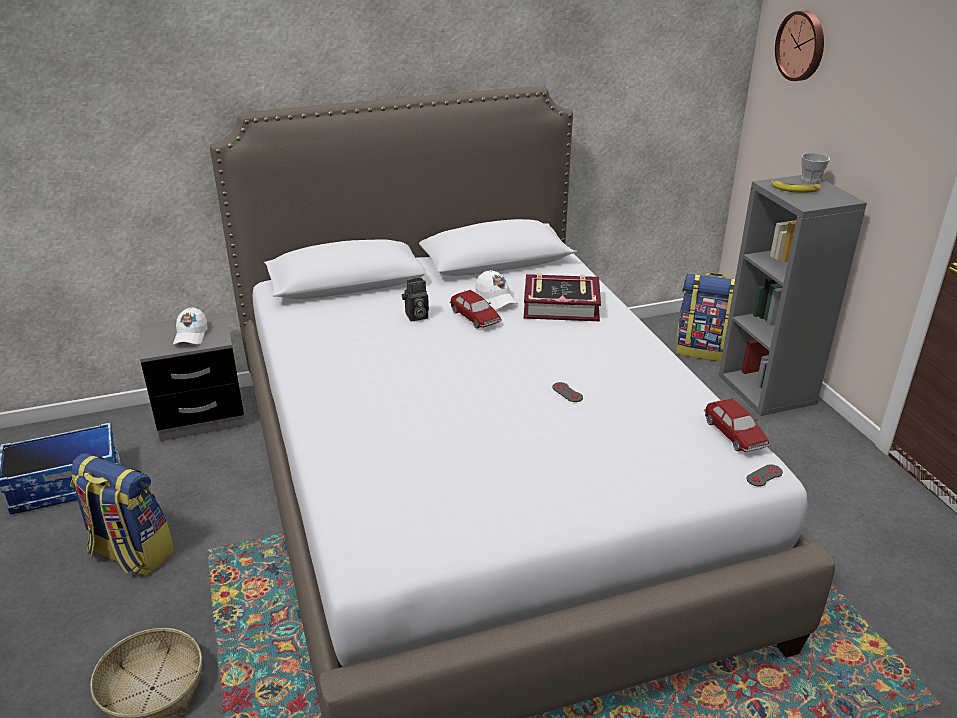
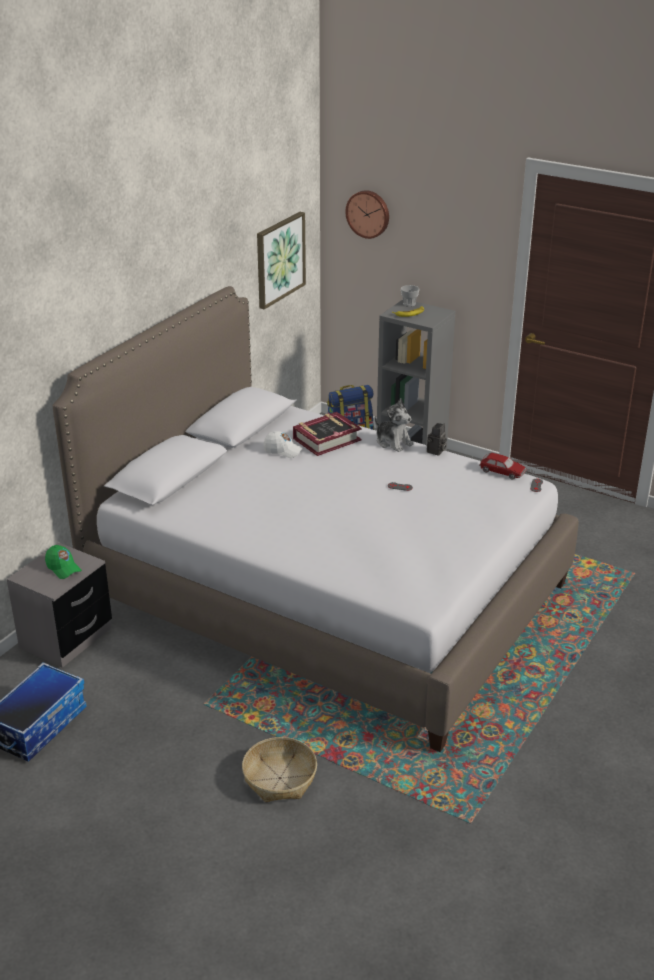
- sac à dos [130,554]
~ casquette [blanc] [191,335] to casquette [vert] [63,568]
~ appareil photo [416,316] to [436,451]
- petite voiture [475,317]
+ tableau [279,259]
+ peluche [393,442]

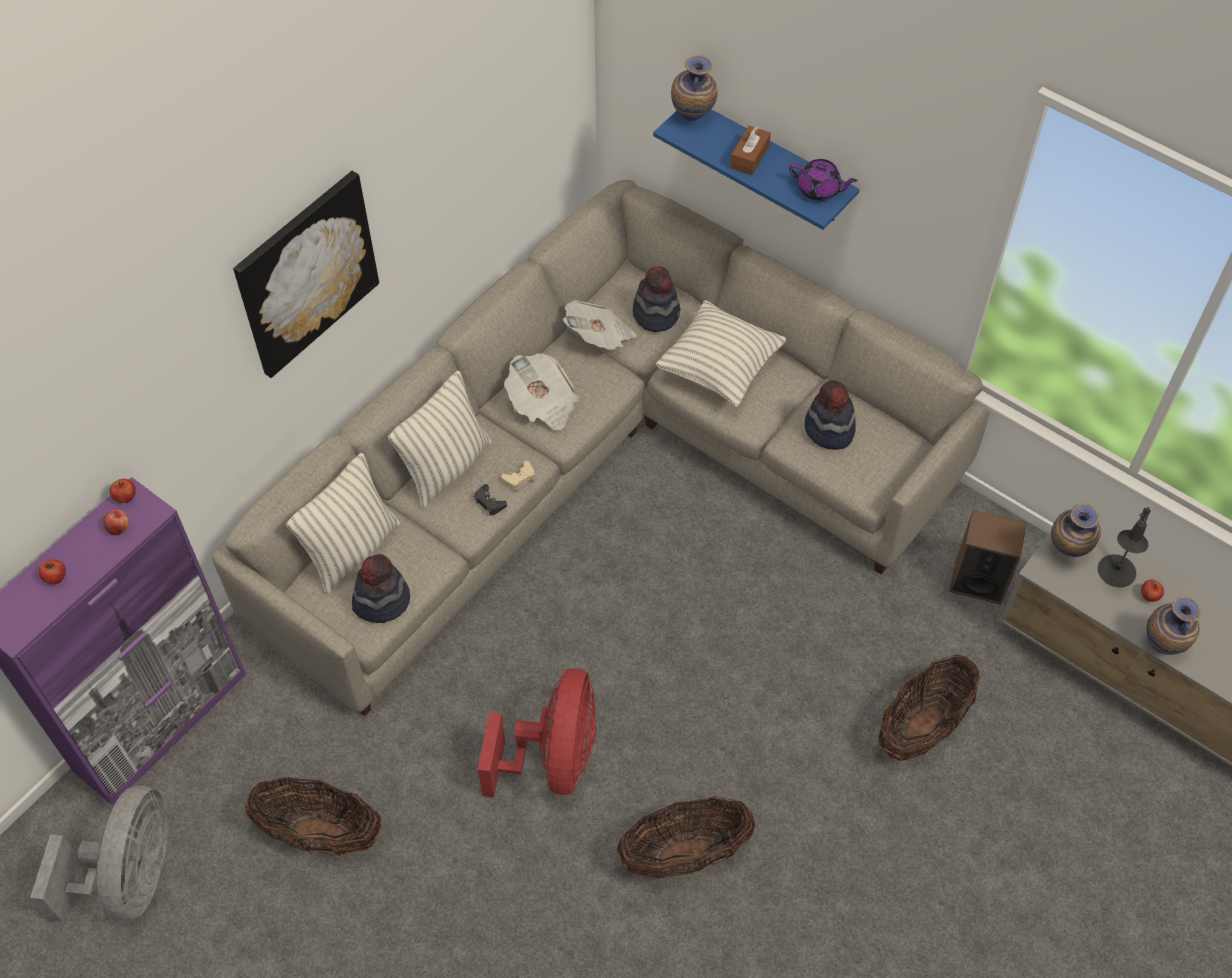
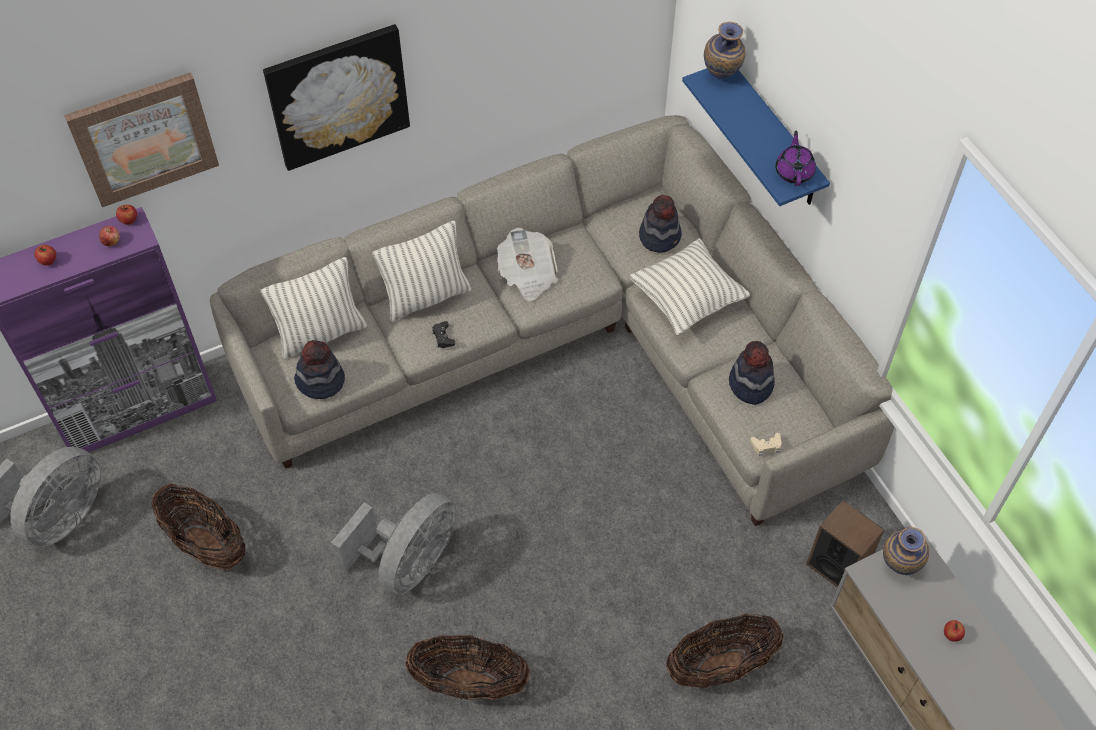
~ ventilateur [rouge] [554,759] to ventilateur [gris] [408,563]
~ manette [beige] [519,478] to [766,446]
- journal [600,337]
- boîte à mouchoirs [marron] [749,157]
~ théière [violet] [819,190] = [794,171] 135 degrees counterclockwise
- lampe de table [noir] [1114,575]
- vase [1162,647]
+ tableau [143,138]

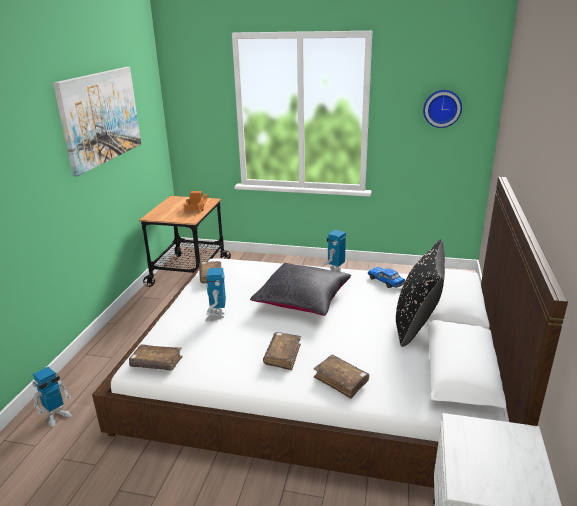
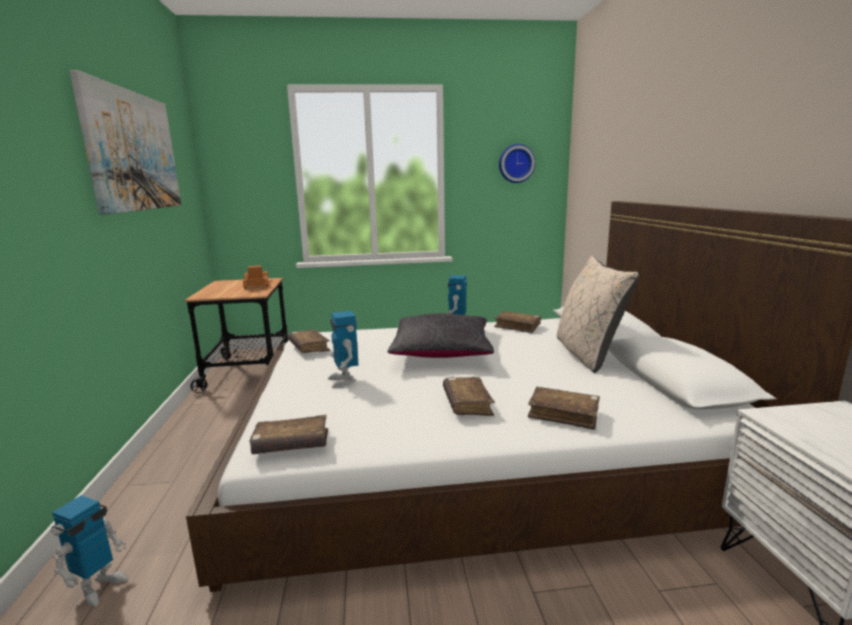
~ petite voiture [386,281] to livre [marron] [517,326]
~ coussin [noir] [416,325] to coussin [beige] [587,354]

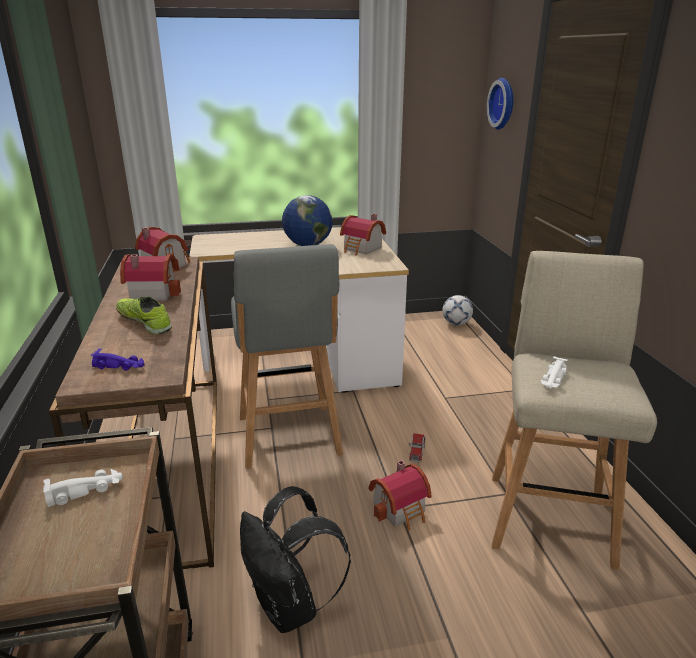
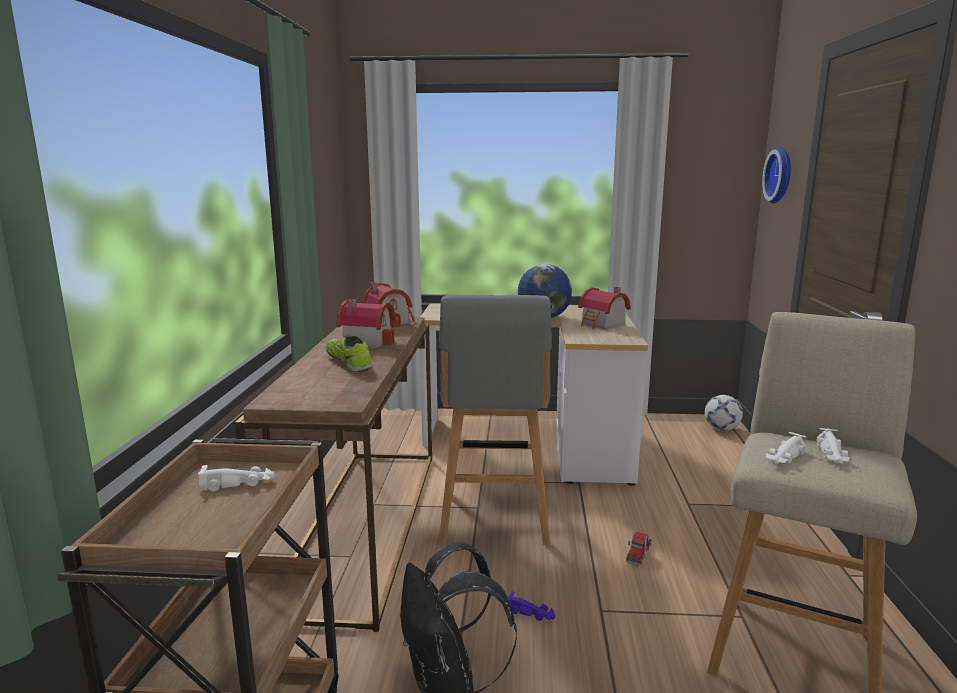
~ petite voiture [violet] [120,366] to [531,613]
- maison miniature [402,509]
+ petite voiture [blanc] [831,454]

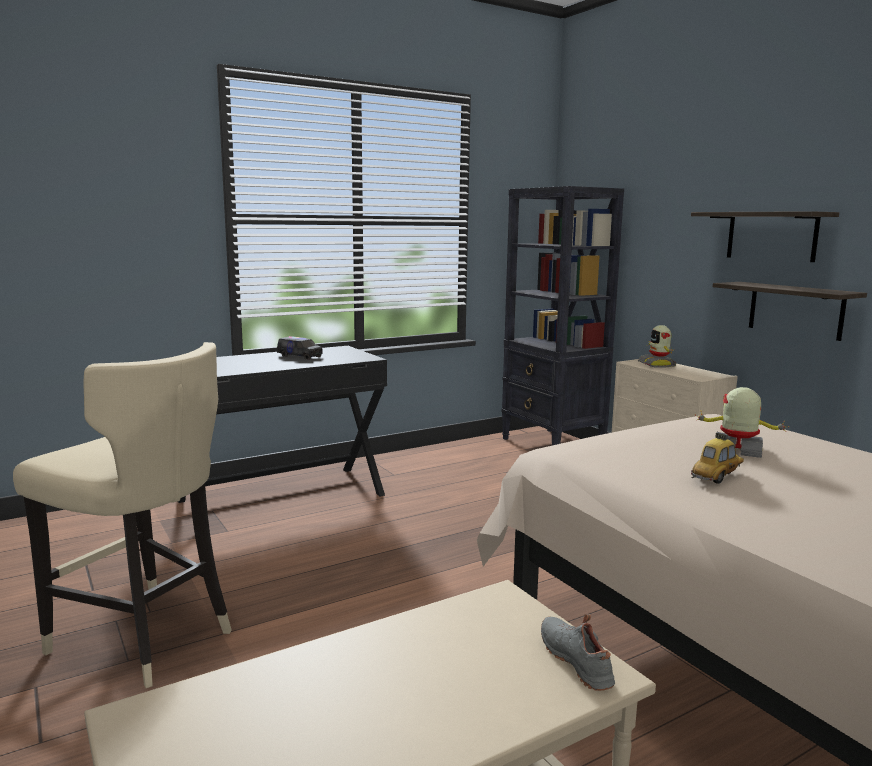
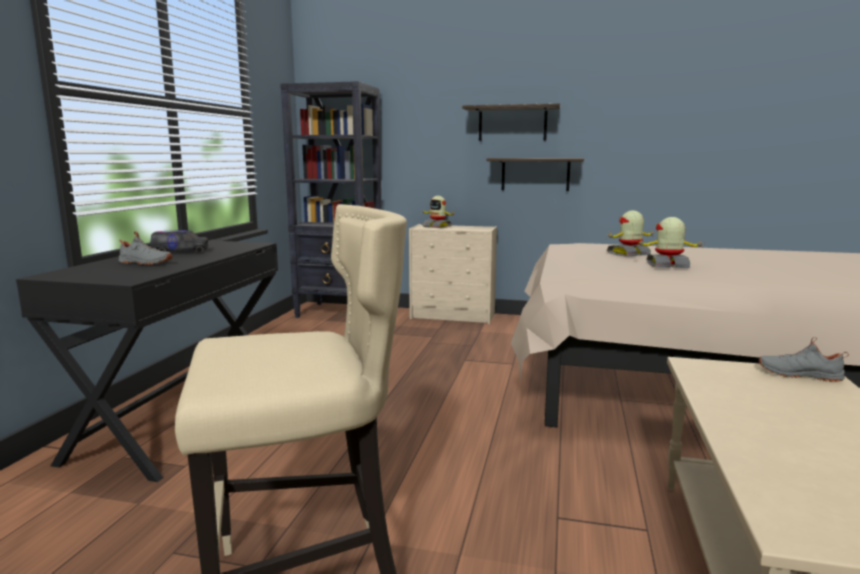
~ petite voiture [717,477] to robot jouet [667,265]
+ chaussure [gris] [144,263]

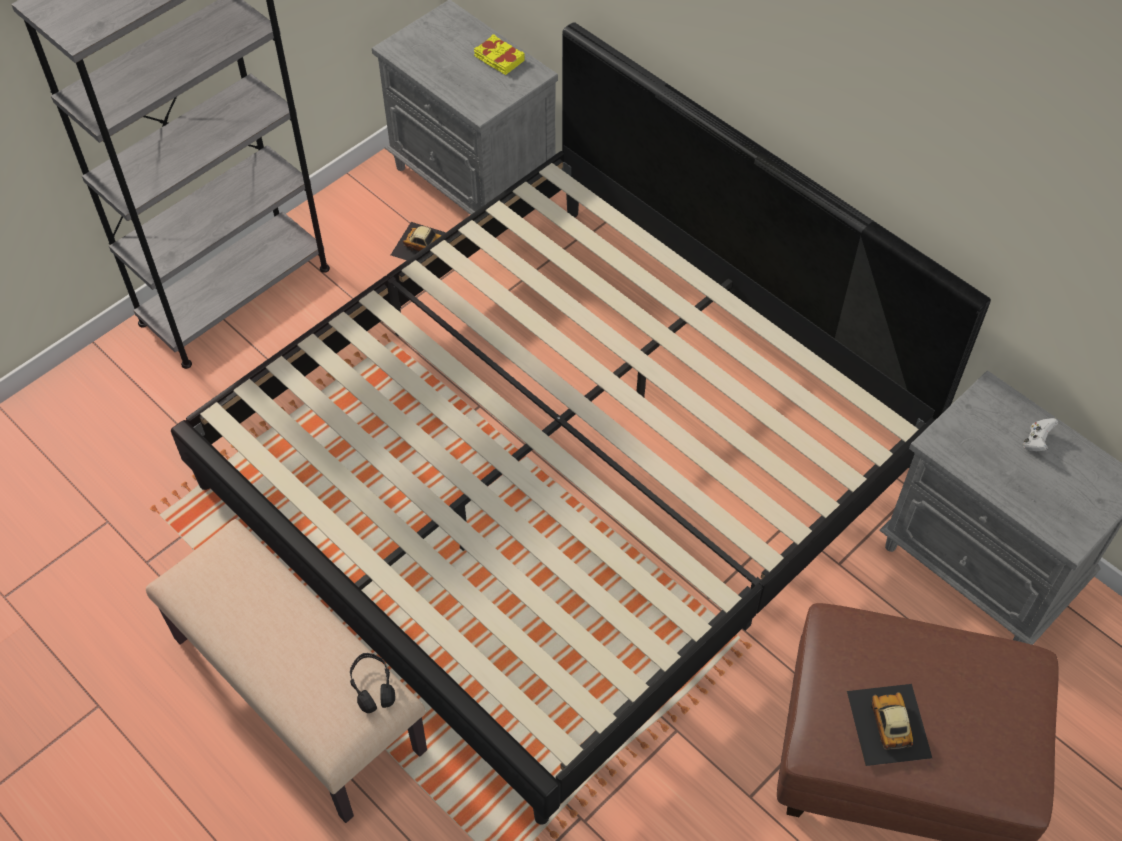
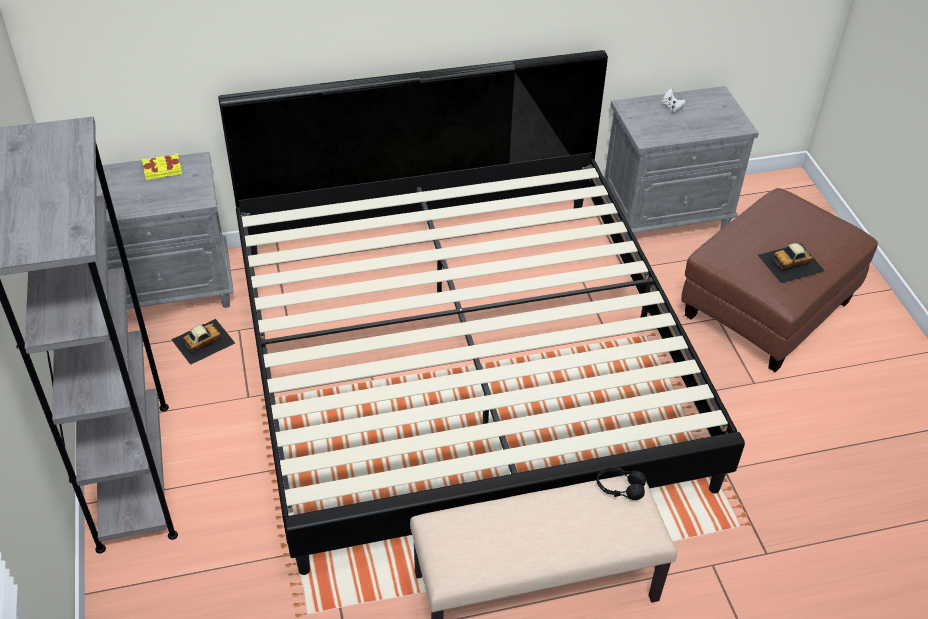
~ petite voiture [888,724] = [791,263] 45 degrees counterclockwise

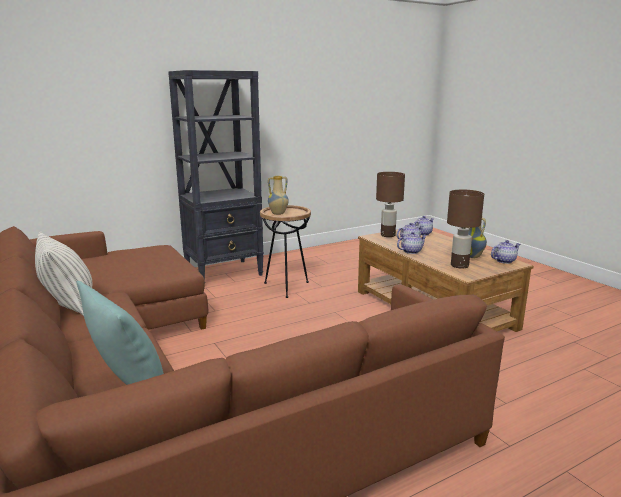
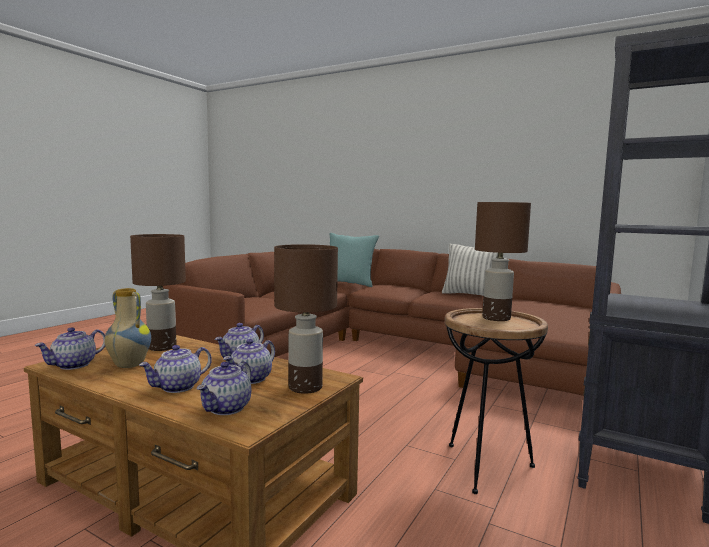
~ vase [278,214] to lampe de table [marron] [495,318]
+ théière [177,387]

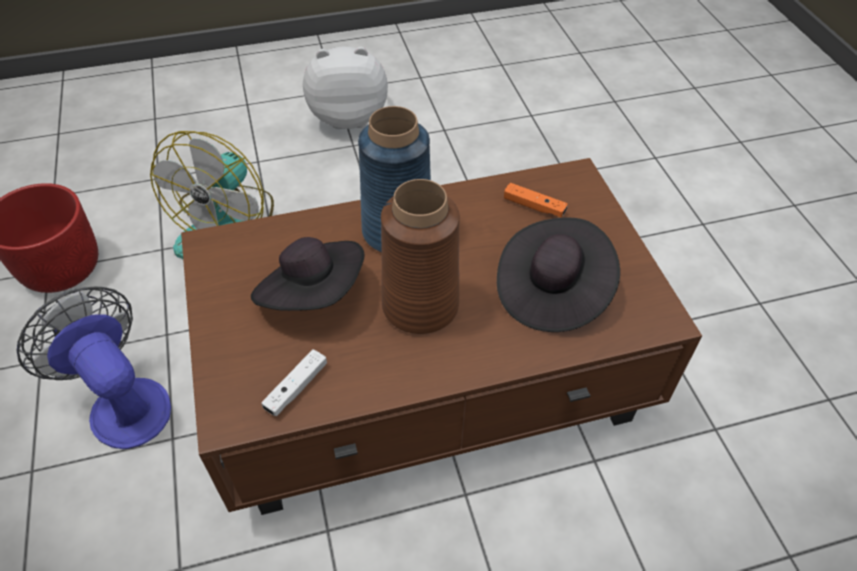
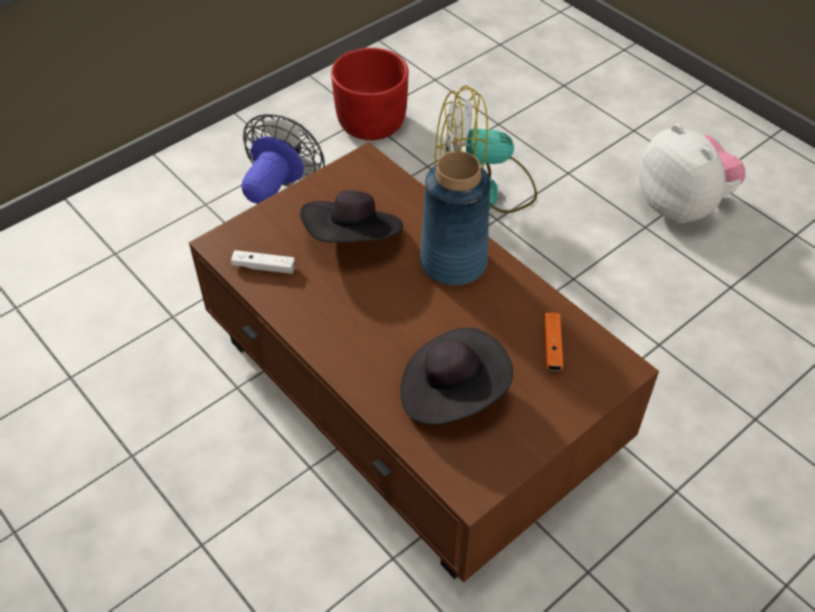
- vase [marron] [420,306]

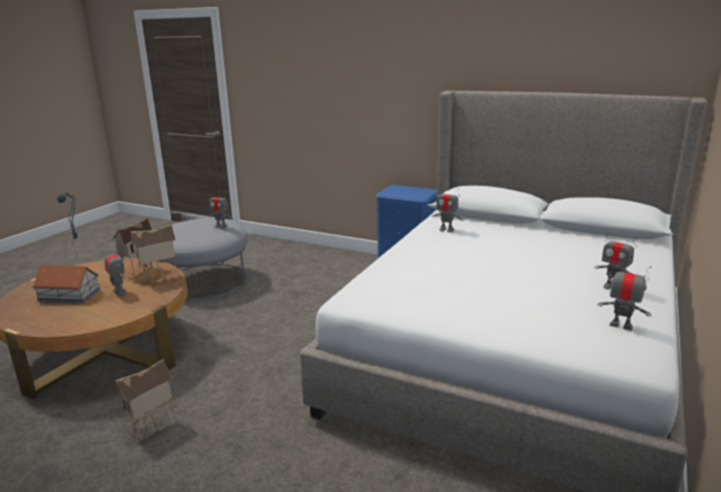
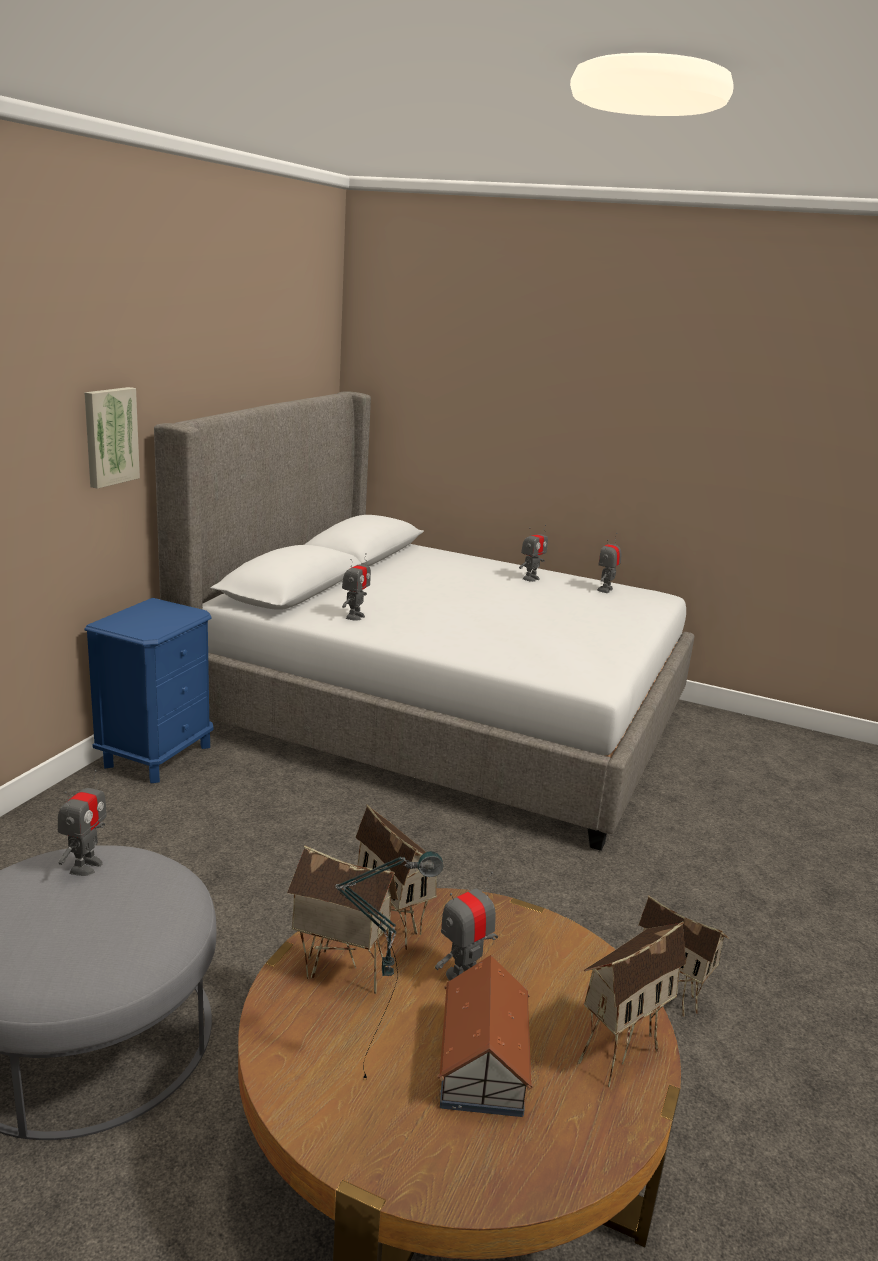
+ tableau [109,436]
+ maison miniature [618,1048]

